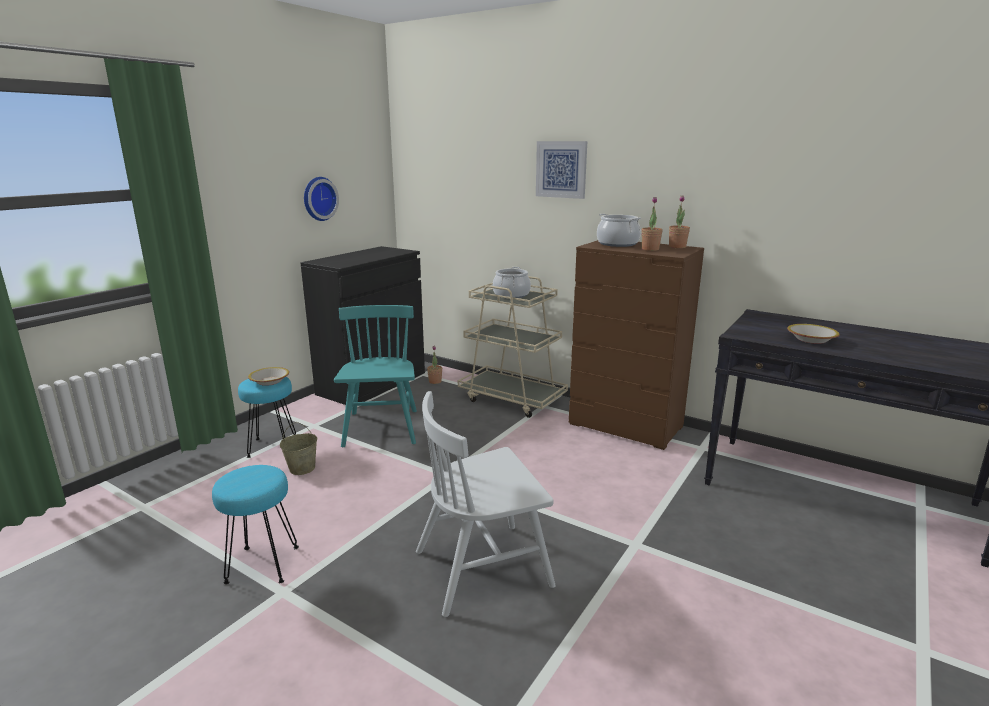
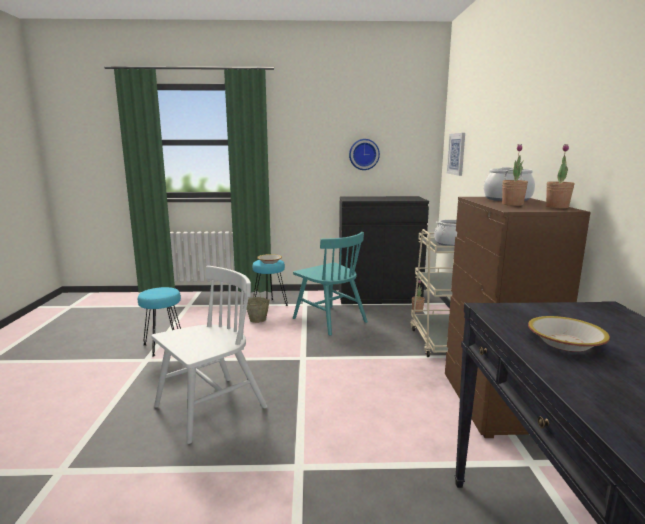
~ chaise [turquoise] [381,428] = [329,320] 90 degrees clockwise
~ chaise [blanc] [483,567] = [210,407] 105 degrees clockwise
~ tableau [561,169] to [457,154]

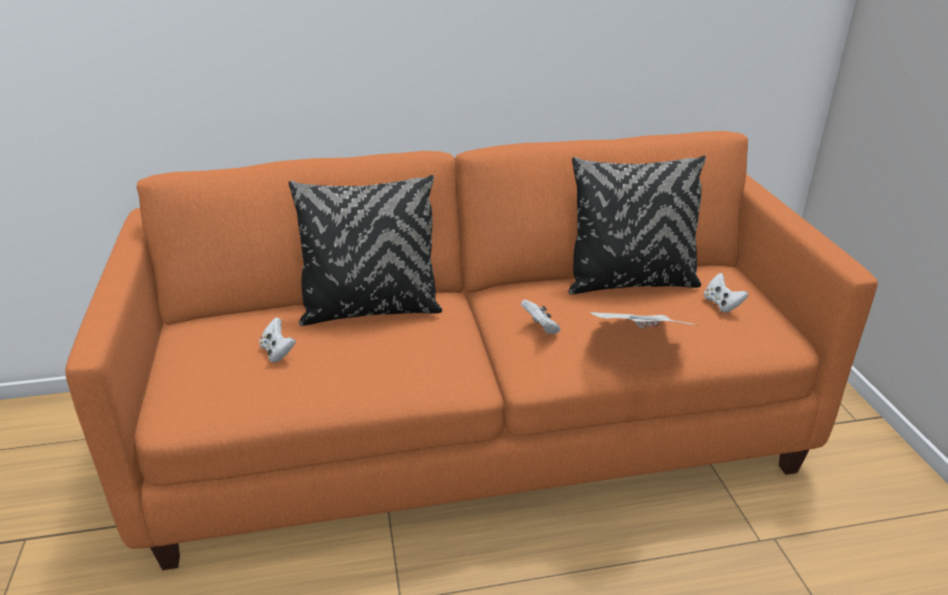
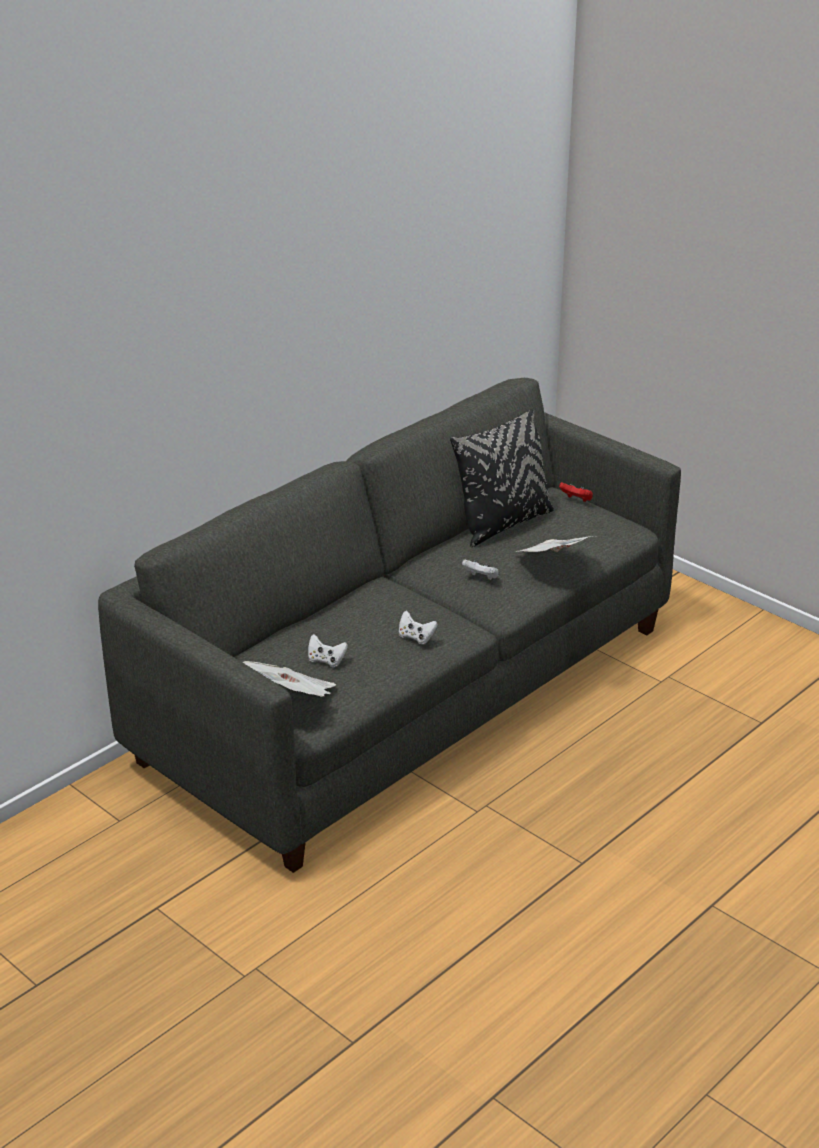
~ canapé [orange] [475,427] to canapé [gris] [409,693]
- coussin [noir] [371,310]
~ manette [blanc] [721,304] to [416,637]
+ journal [291,699]
+ manette [rouge] [576,500]

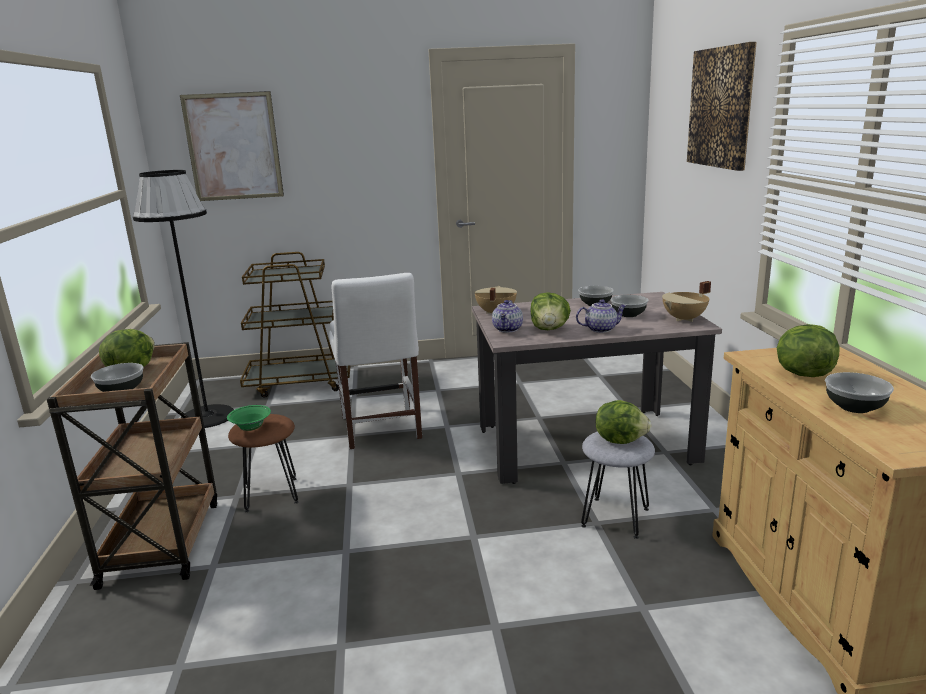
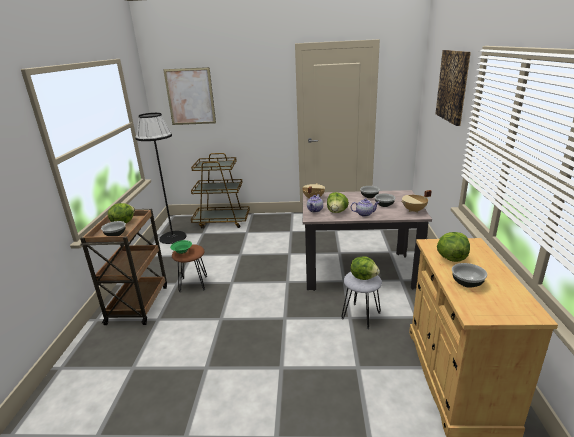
- chaise [blanc] [381,429]

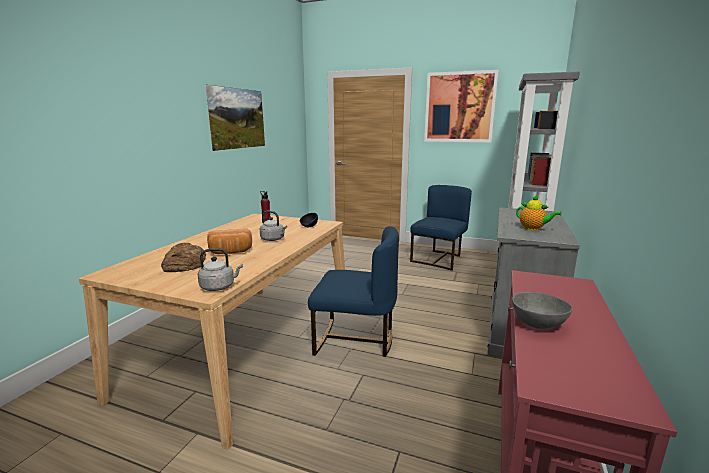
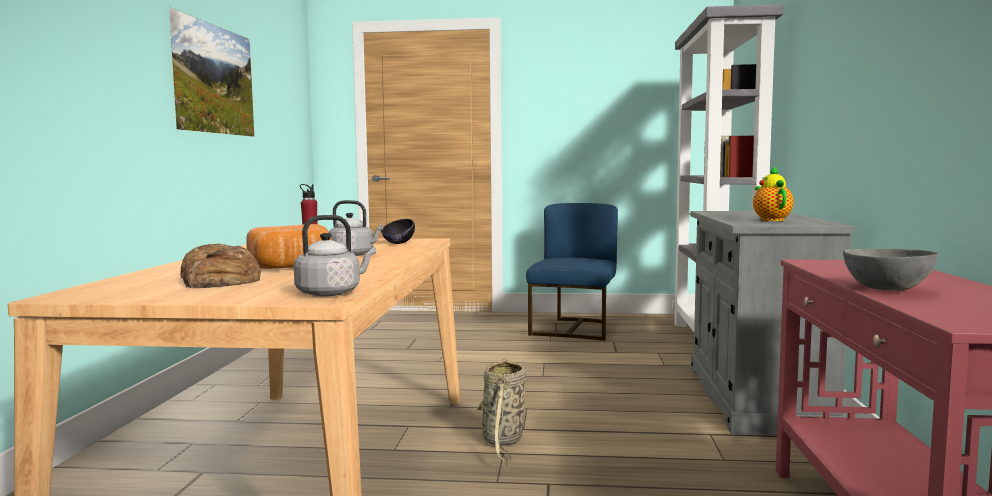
~ chaise [bleu] [355,340] to panier [503,441]
- tableau [459,107]
~ théière [533,228] = [771,220] 120 degrees counterclockwise

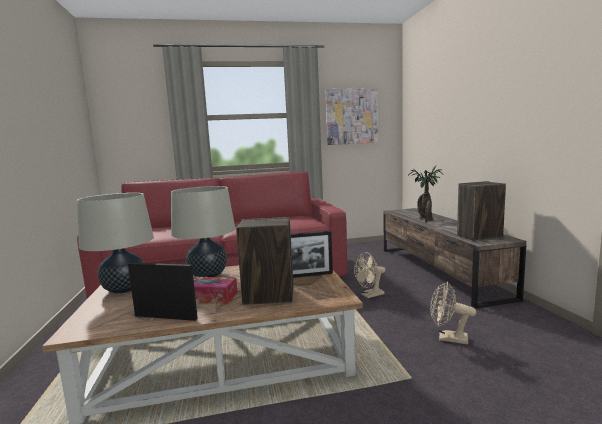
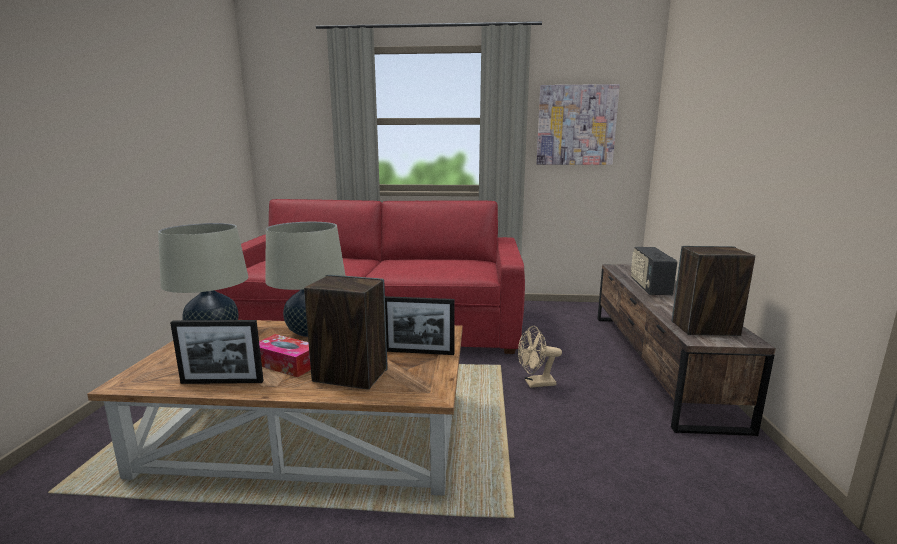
~ cadre photo [165,317] = [222,382] 150 degrees clockwise
~ plante en pot [425,220] to radio [649,287]
- ventilateur [beige] [448,338]

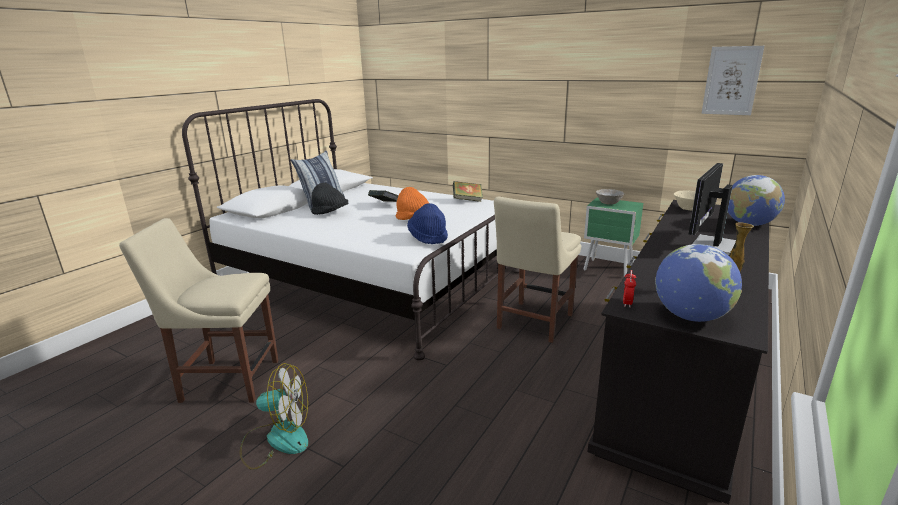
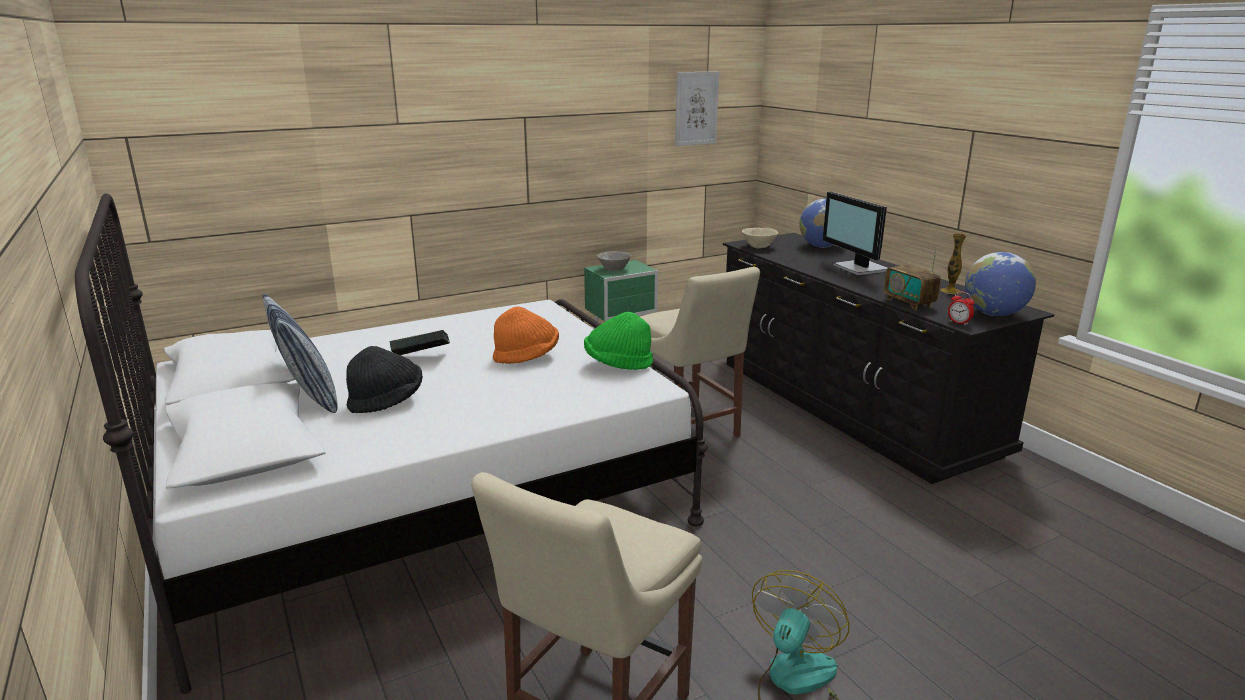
~ chapeau [bleu] [428,237] to chapeau [vert] [618,364]
- livre [467,200]
+ radio [909,303]

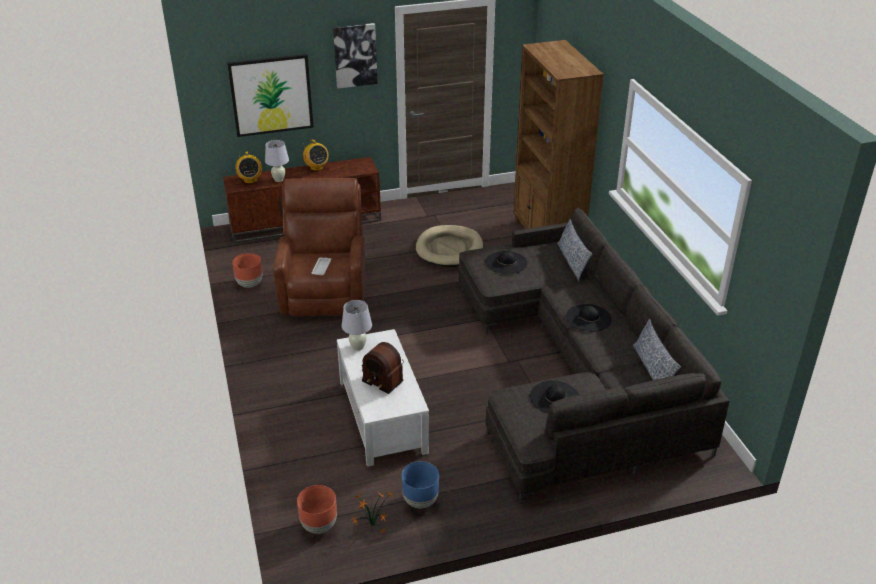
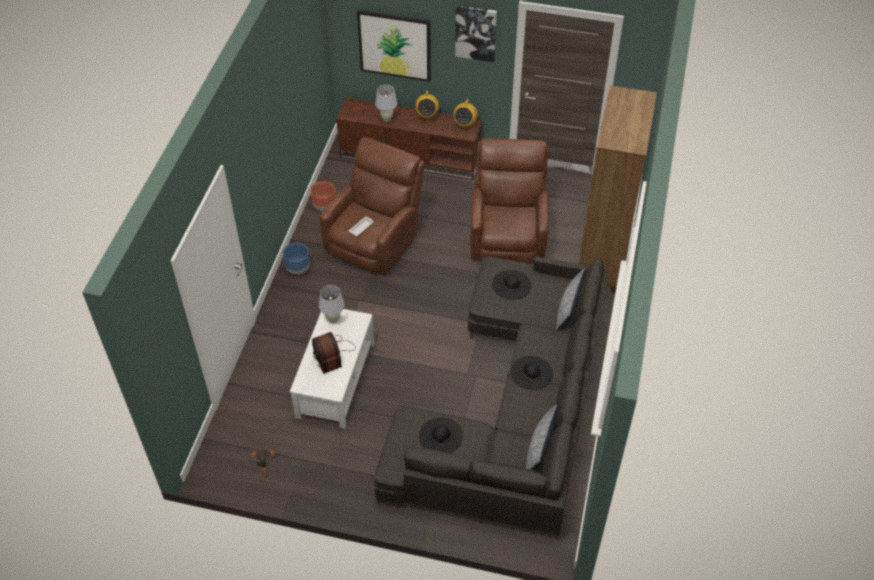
~ radio [250,180] to [465,124]
- cache-pot [marron] [318,525]
~ cache-pot [bleu] [420,501] to [298,269]
~ panier pour chien [beige] [449,249] to fauteuil [marron] [508,236]

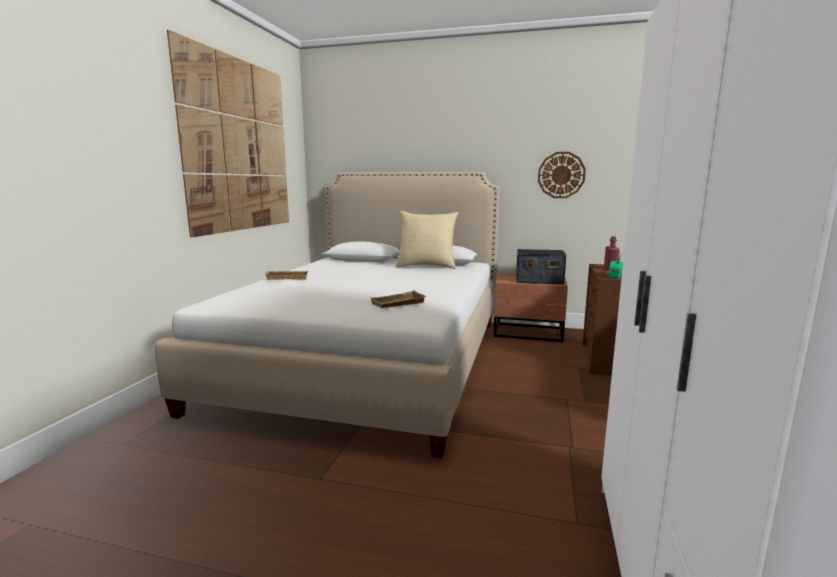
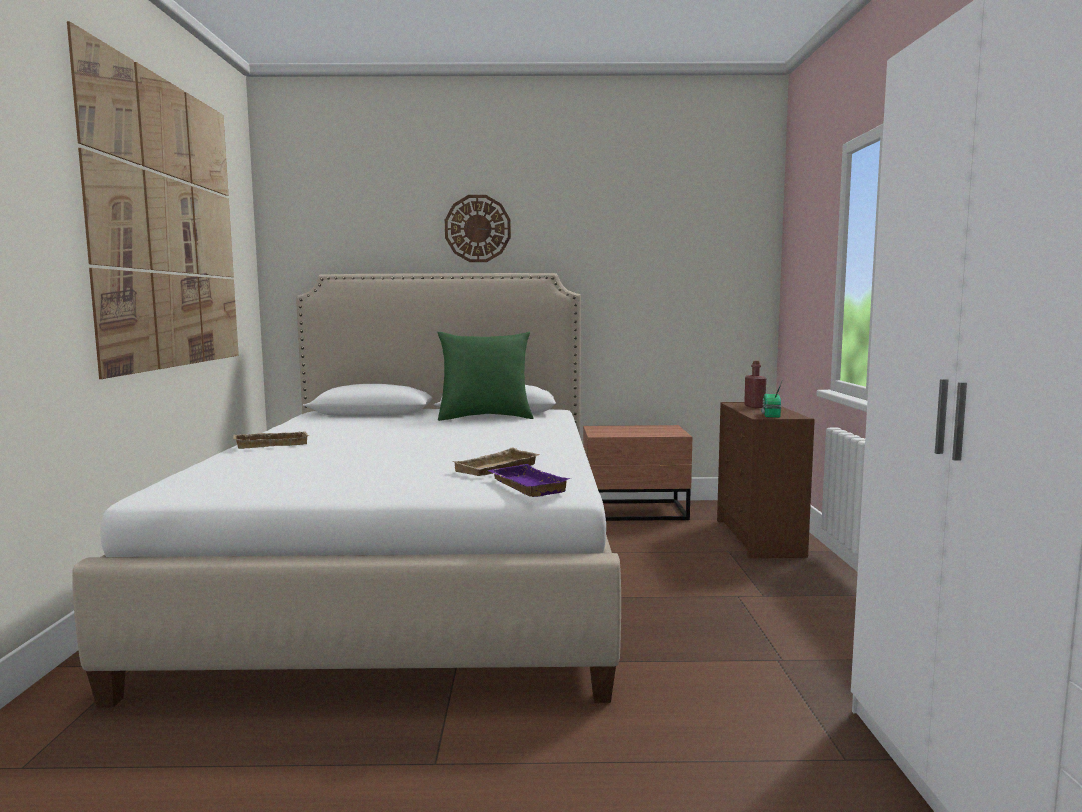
~ coussin [beige] [427,266] to coussin [vert] [485,417]
- radio [538,280]
~ horloge murale [561,175] to [477,228]
+ plateau [violet] [524,486]

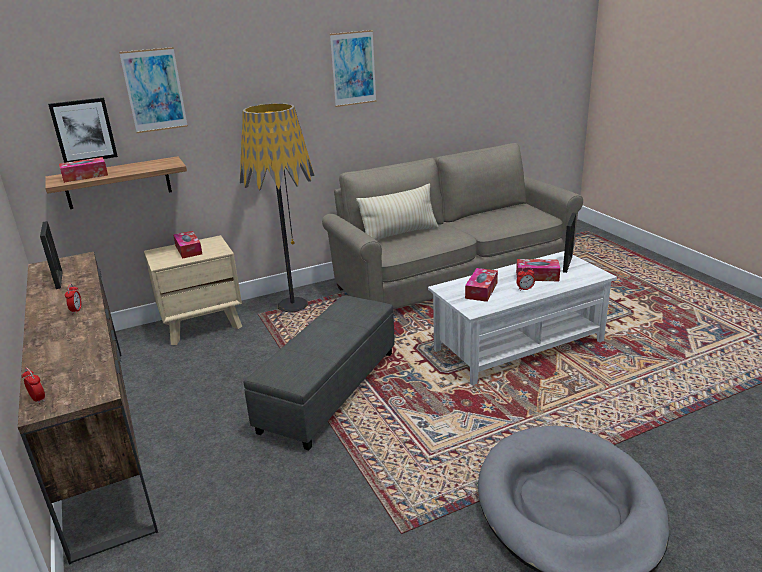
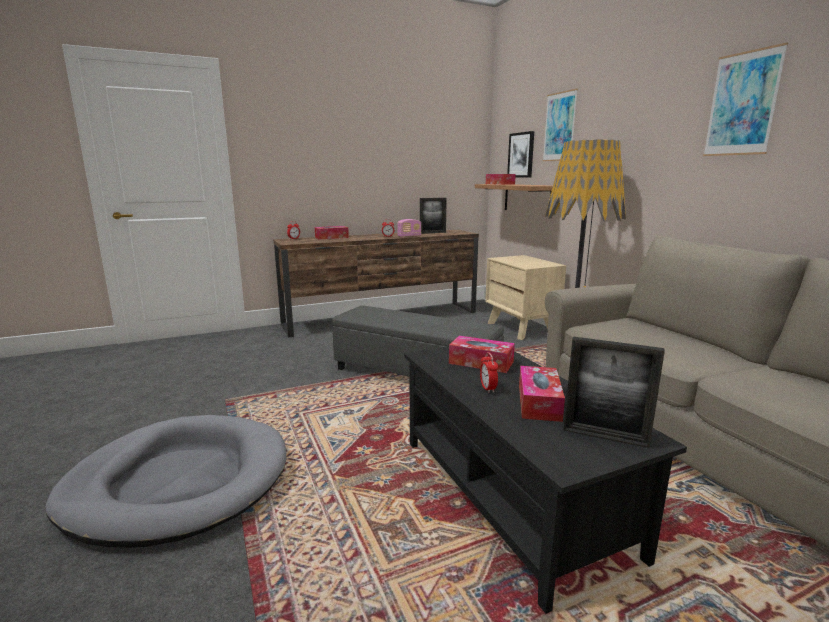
~ boîte à mouchoirs [188,250] to [331,237]
- coussin [beige] [399,234]
~ table basse [blanc] [518,346] to table basse [noir] [510,494]
+ radio [409,236]

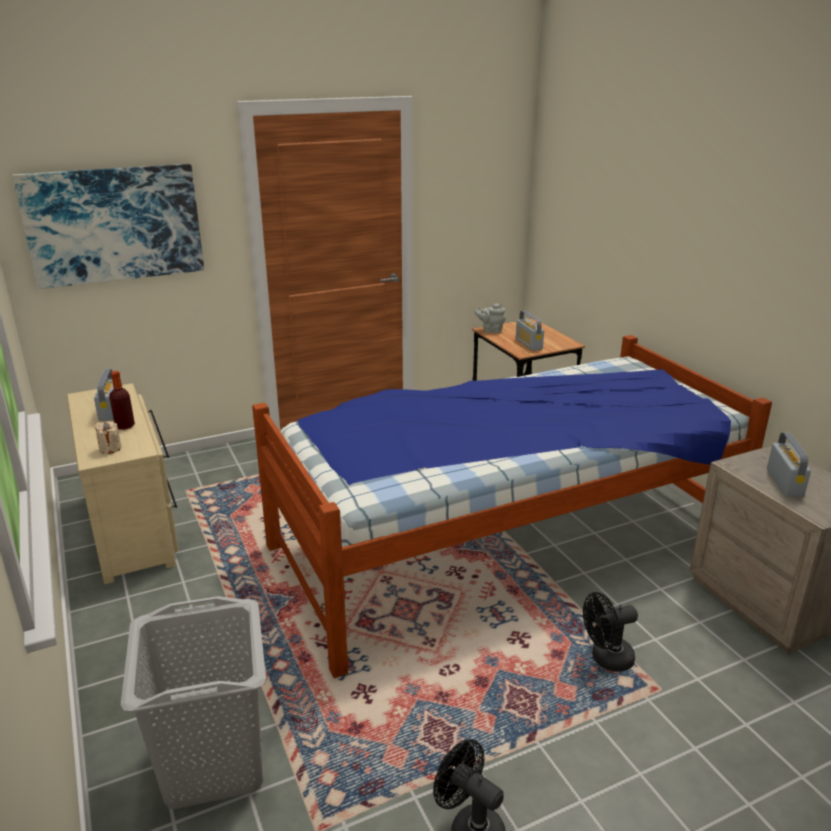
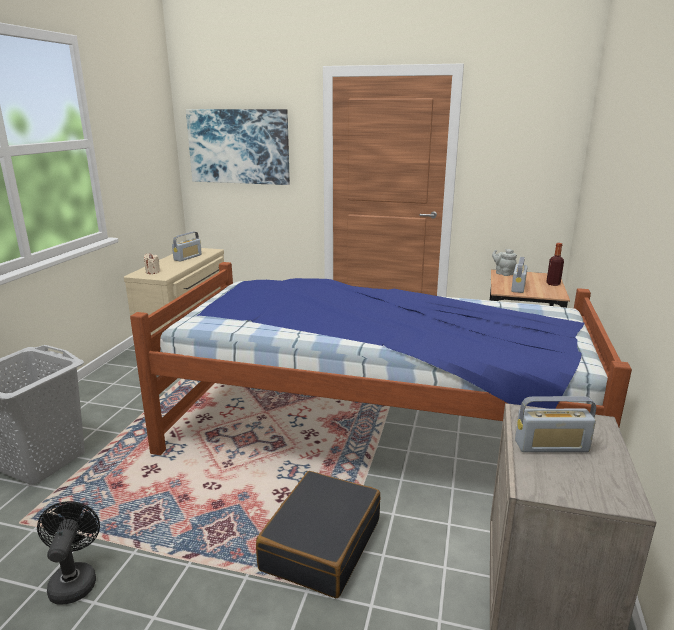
~ bouteille [125,426] to [553,284]
~ ventilateur [noir] [606,659] to valise [noir] [321,544]
~ radio [784,482] = [551,446] 45 degrees clockwise

